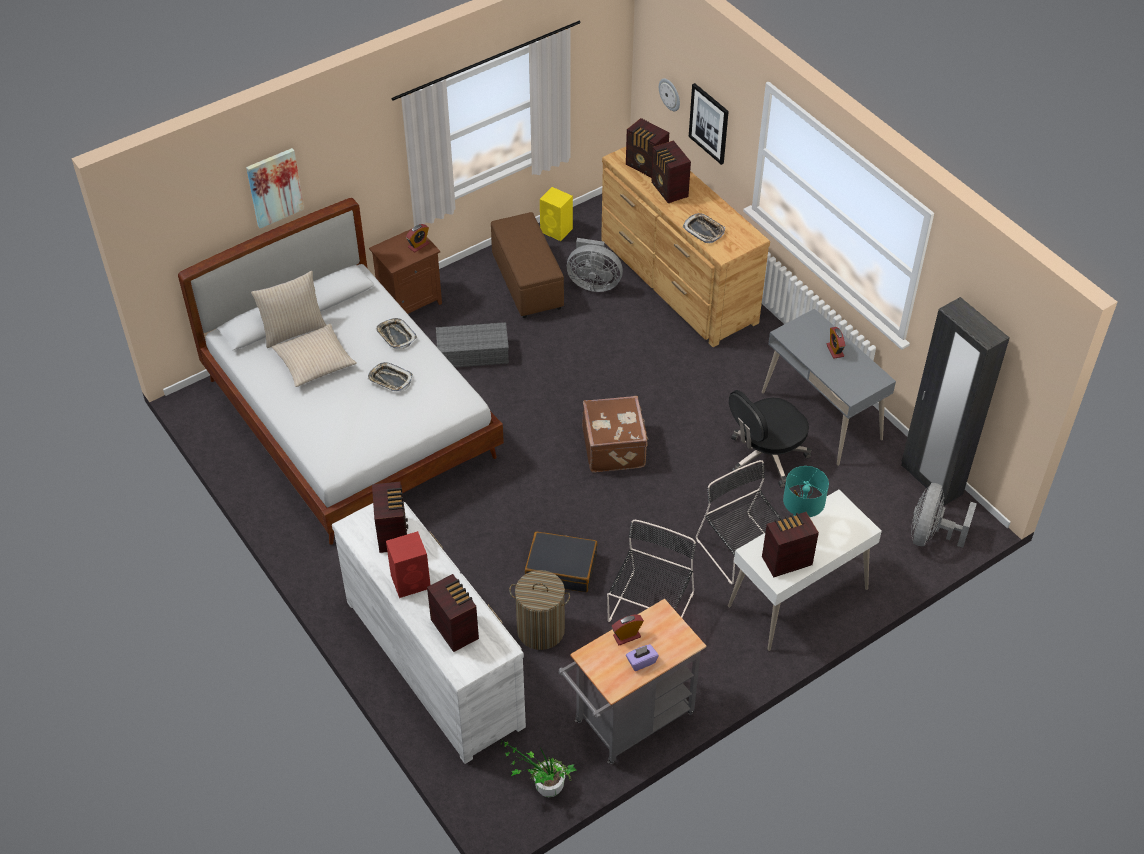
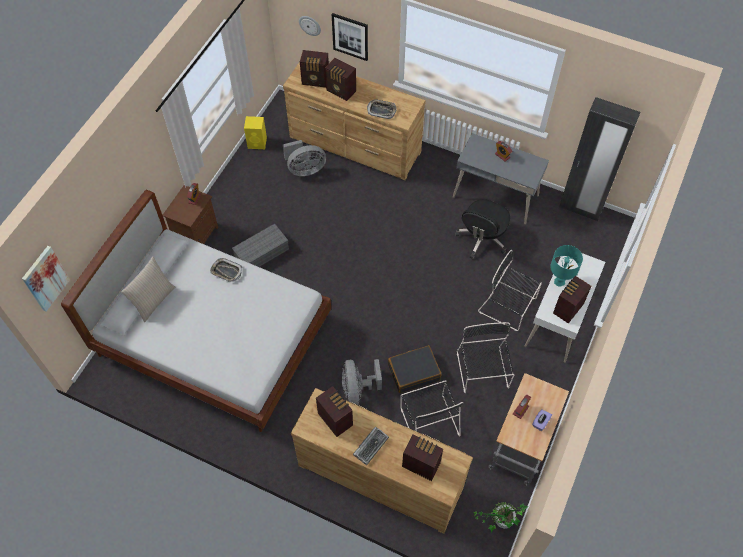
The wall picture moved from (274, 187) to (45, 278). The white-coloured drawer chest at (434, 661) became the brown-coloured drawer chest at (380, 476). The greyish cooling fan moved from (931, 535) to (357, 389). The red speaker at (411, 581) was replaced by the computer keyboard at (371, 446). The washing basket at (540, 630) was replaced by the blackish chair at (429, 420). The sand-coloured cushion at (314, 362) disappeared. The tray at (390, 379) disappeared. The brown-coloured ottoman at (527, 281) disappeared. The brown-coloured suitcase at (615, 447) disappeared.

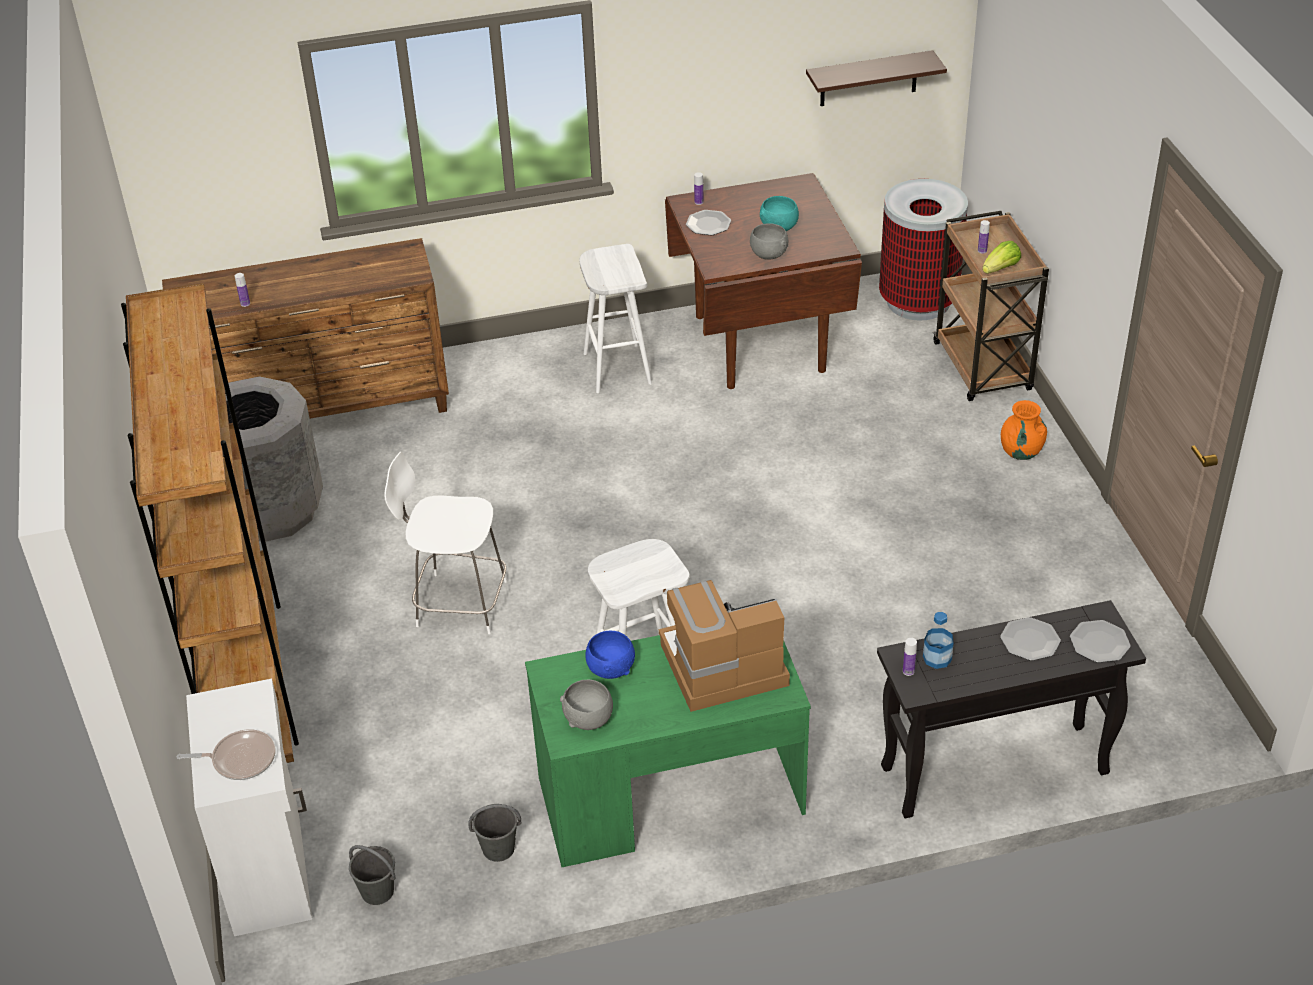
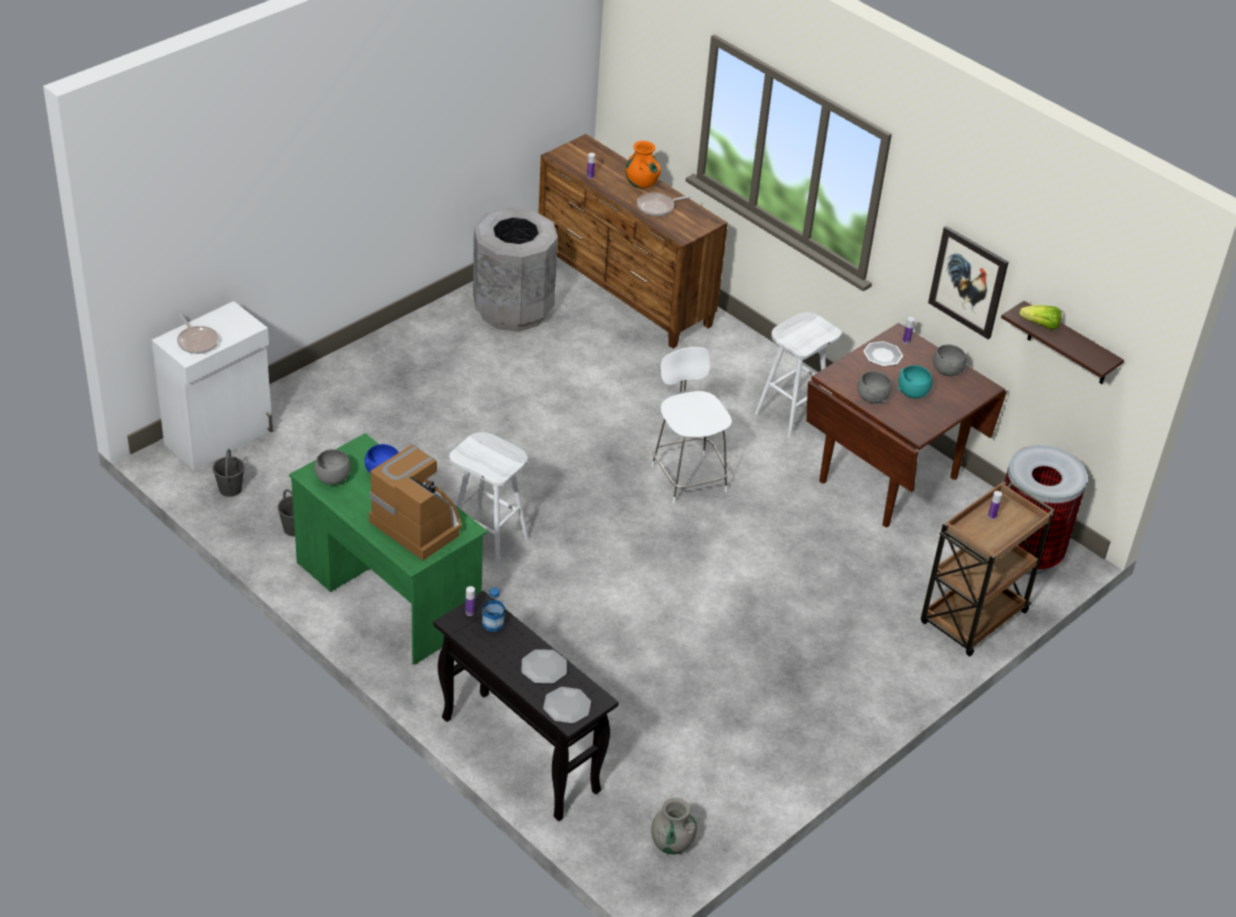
The orange-coloured flower vase moved from (1021, 452) to (641, 183). The pan at (658, 207) appeared. The white-coloured stool moved from (458, 603) to (687, 476). The greyish flower vase at (671, 843) appeared. The wall picture at (968, 282) appeared. The greyish serving bowl at (947, 371) appeared. The lettuce head moved from (1001, 269) to (1040, 325). The brown-coloured bookshelf at (248, 680) disappeared.

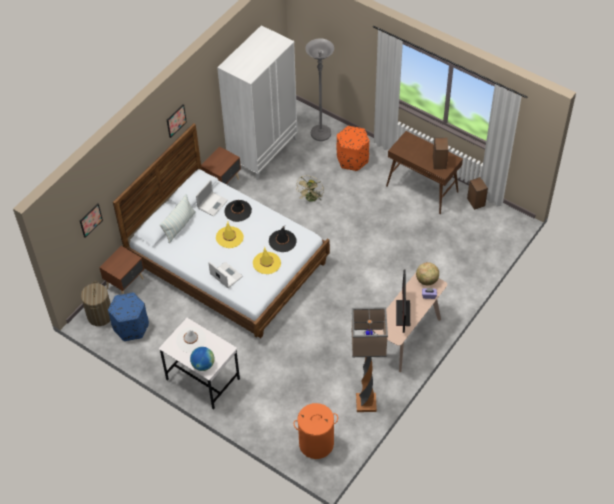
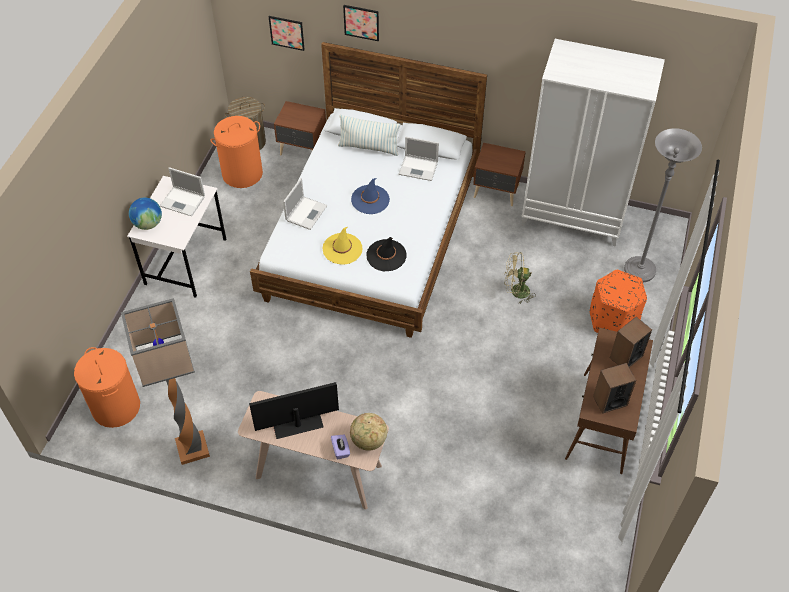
The white-coloured hat at (191, 340) was replaced by the laptop at (183, 201). The blue-coloured ottoman at (131, 327) was replaced by the orange-coloured washing basket at (242, 173). The wall picture moved from (176, 120) to (361, 22). The yellow hat at (229, 237) became the blue-coloured hat at (370, 199). The speaker moved from (476, 202) to (626, 357). The blackish hat at (238, 211) disappeared.

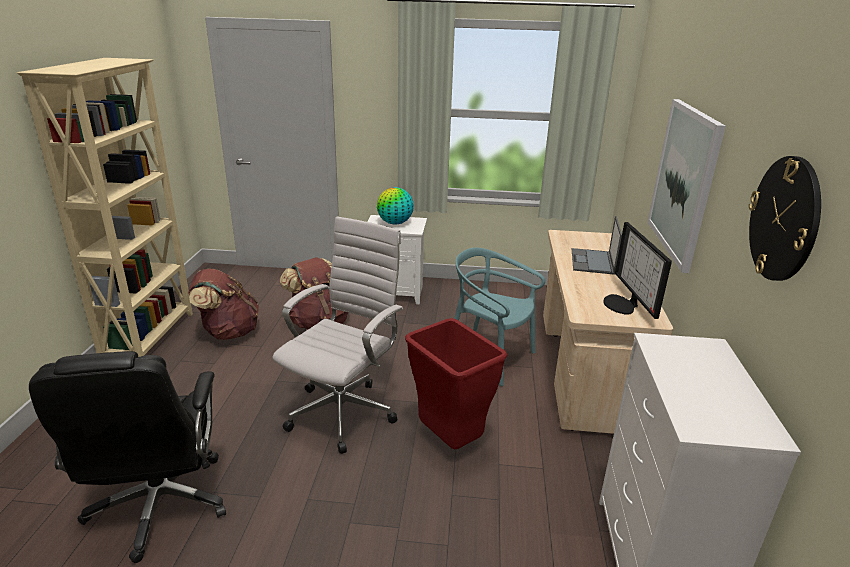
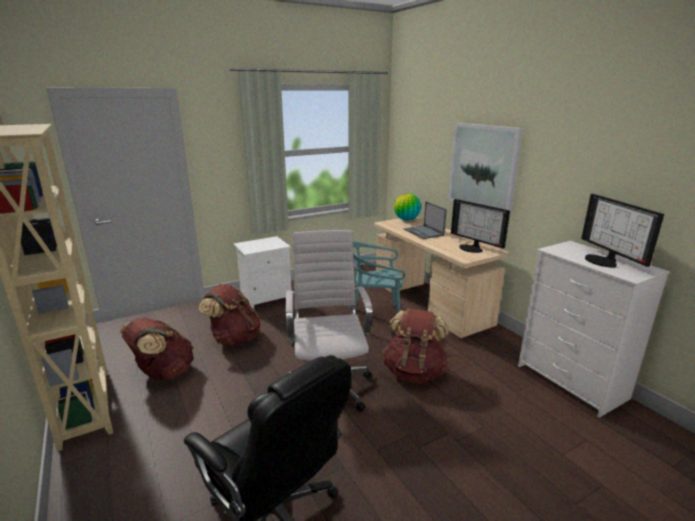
The red trash can at (451, 441) was replaced by the brown-coloured backpack at (414, 372). The world globe moved from (395, 223) to (406, 220). The computer screen at (604, 261) appeared. The hanging clock at (784, 219) disappeared.

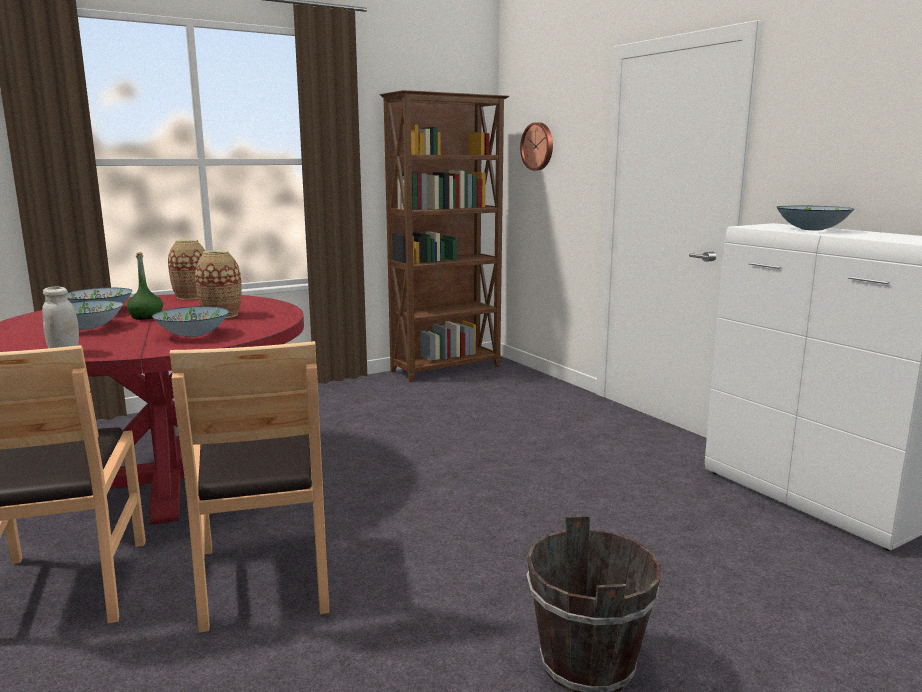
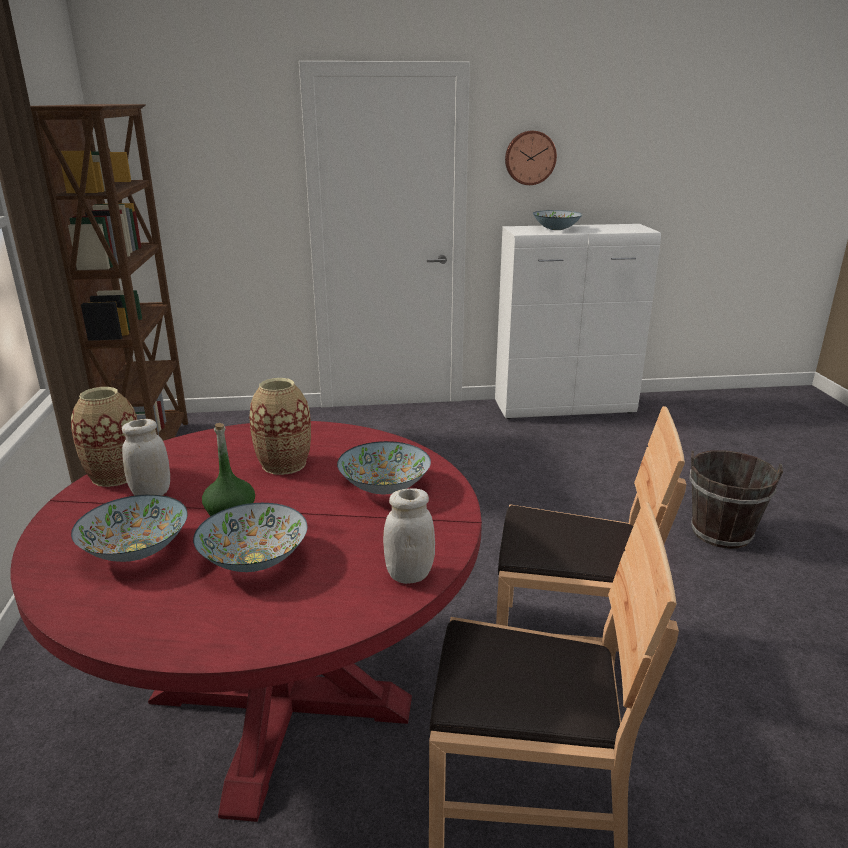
The white-coloured jar at (151, 493) appeared. The hanging clock moved from (538, 146) to (530, 158).

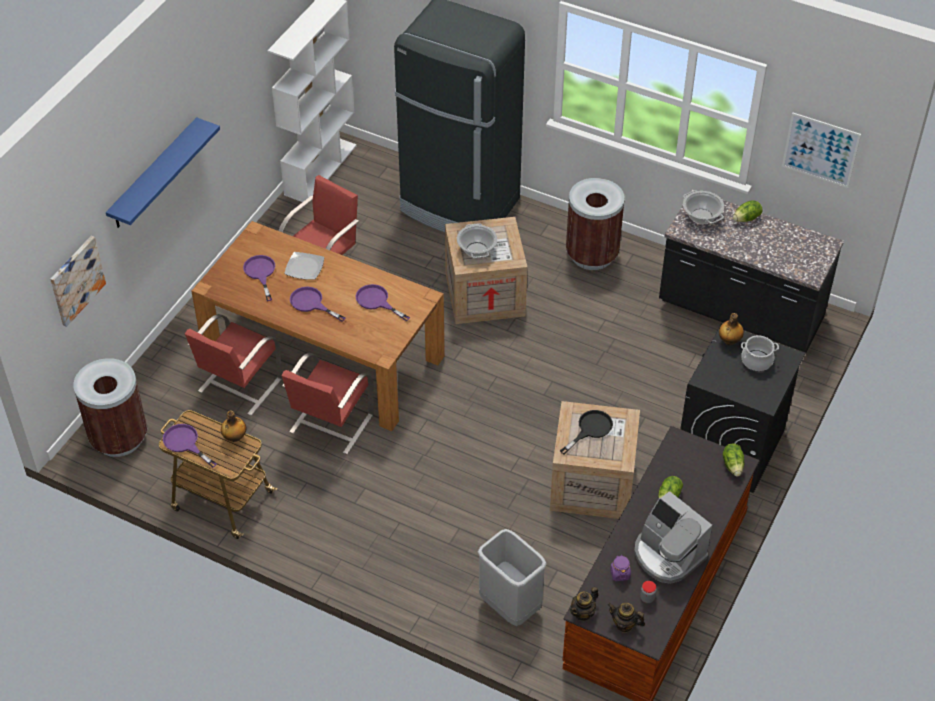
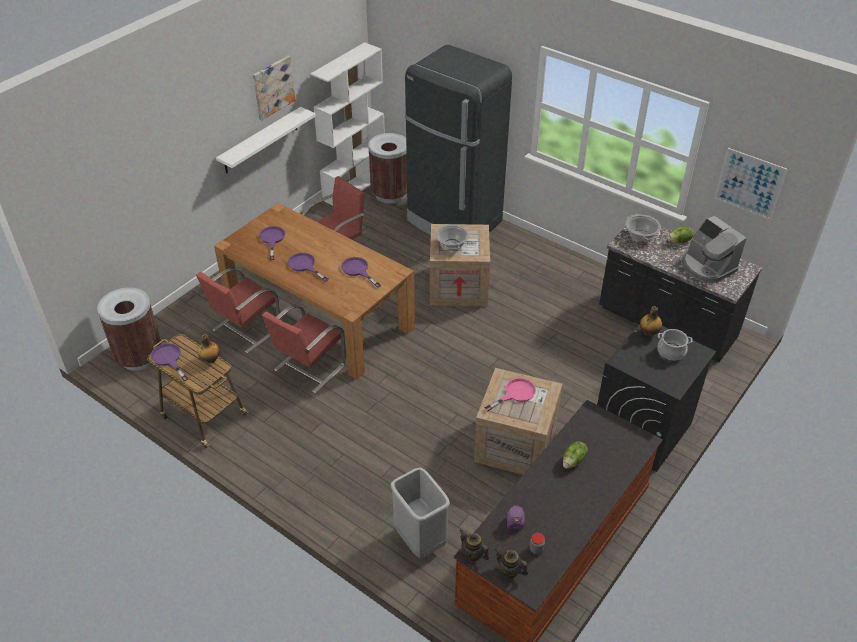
The white-coloured bracket shelf at (261, 141) appeared. The wall picture moved from (76, 280) to (273, 87). The brown-coloured trash can moved from (592, 255) to (390, 194). The teapot at (583, 613) turned 75 degrees clockwise. The blackish pan at (590, 429) became the pinkish pan at (515, 394). The coffee brewer moved from (667, 555) to (707, 266). The blue-coloured bracket shelf at (154, 174) disappeared. The plate at (305, 267) disappeared. The lettuce head at (733, 465) disappeared.

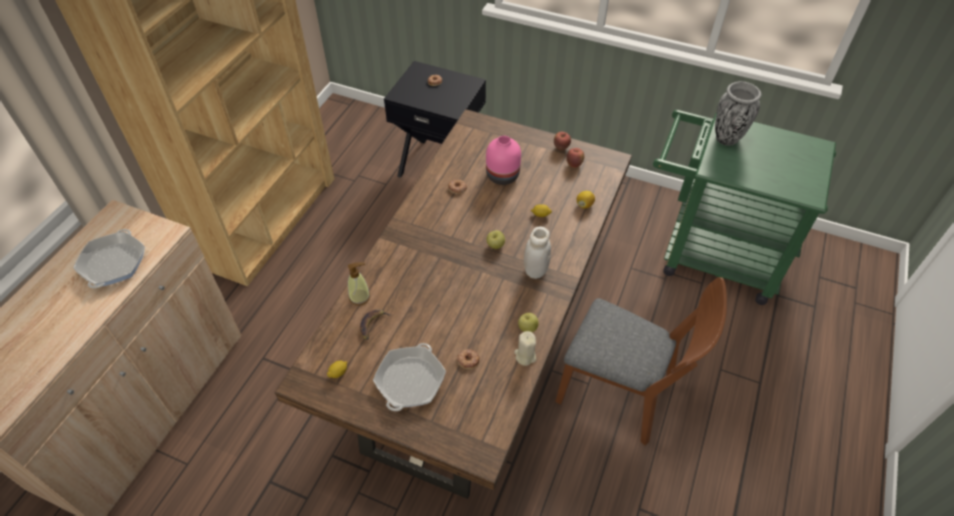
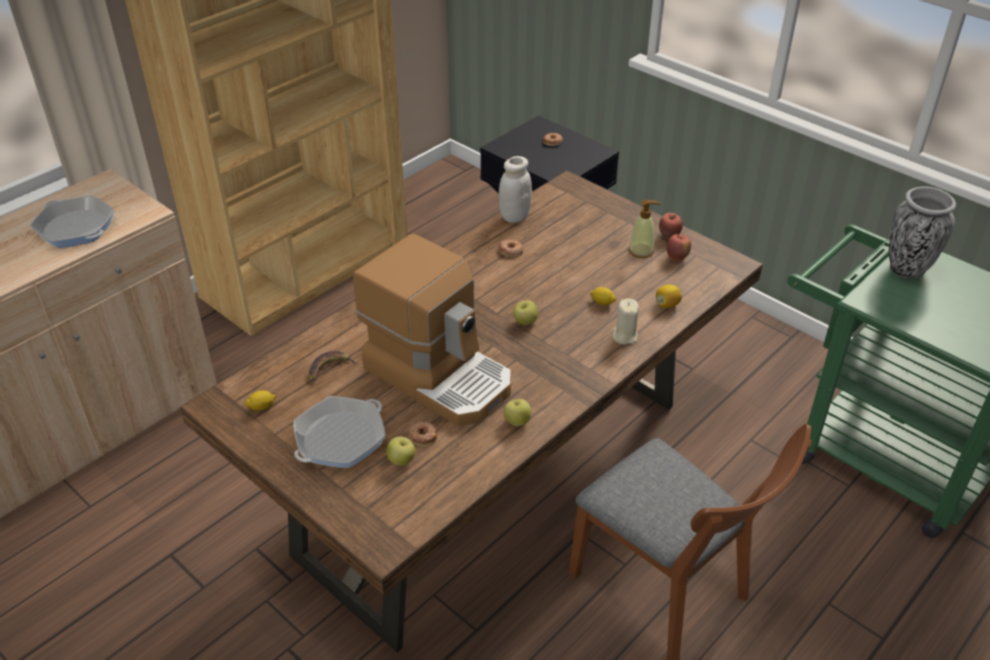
The pan at (113, 263) turned 75 degrees counterclockwise. The coffee brewer at (440, 375) appeared. The whole apple at (401, 460) appeared. The white-coloured jar moved from (535, 270) to (514, 216). The sand-coloured candle moved from (525, 356) to (624, 336). The soap dispenser moved from (360, 297) to (641, 251). The pinkish flower vase at (503, 175) disappeared.

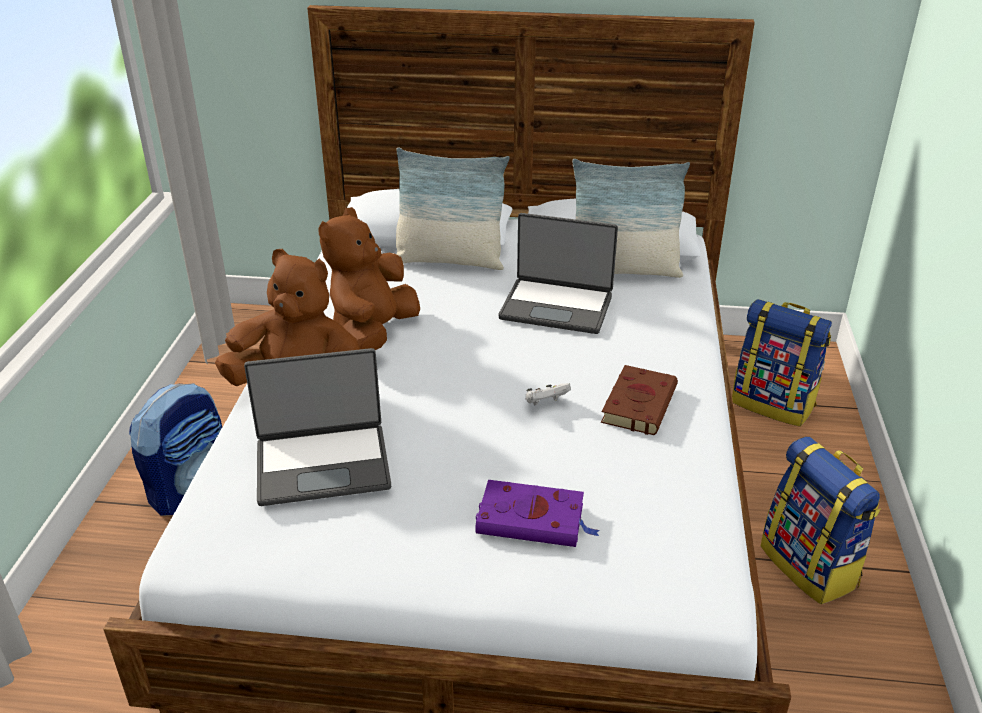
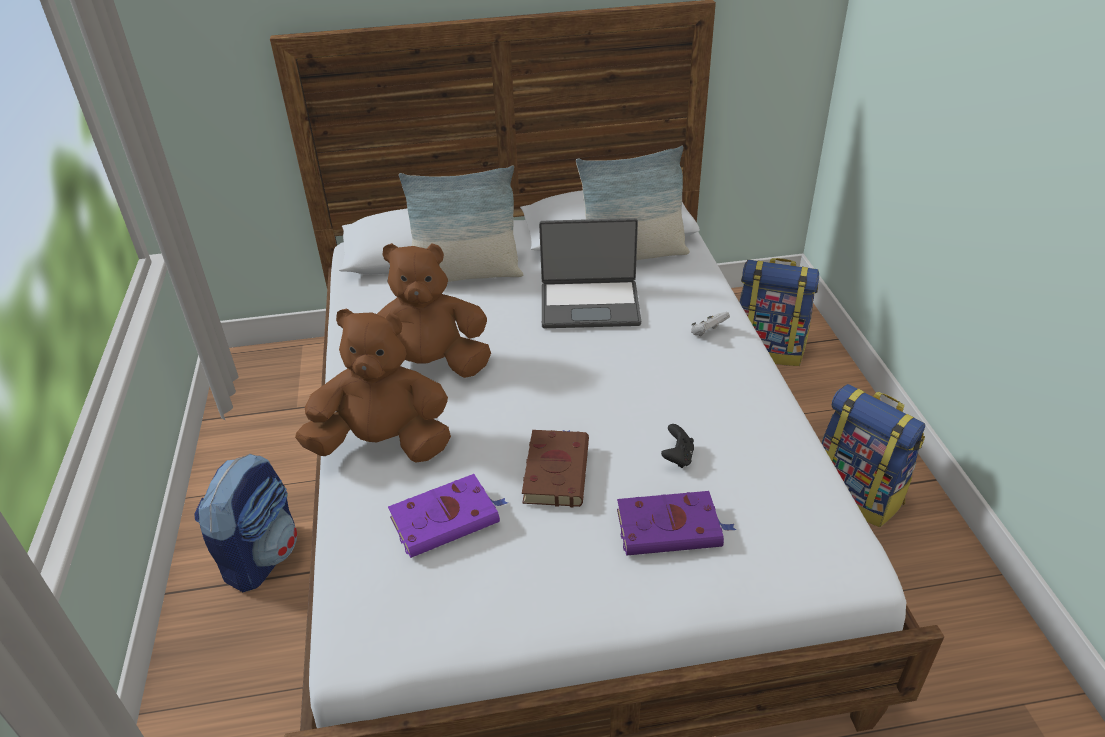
The brown-coloured plush toy at (373, 334) turned 75 degrees clockwise. The laptop at (323, 464) was replaced by the purple-coloured book at (447, 519). The brown-coloured book moved from (639, 403) to (556, 470). The blackish joypad at (677, 457) appeared. The white-coloured joypad moved from (545, 403) to (708, 332).

